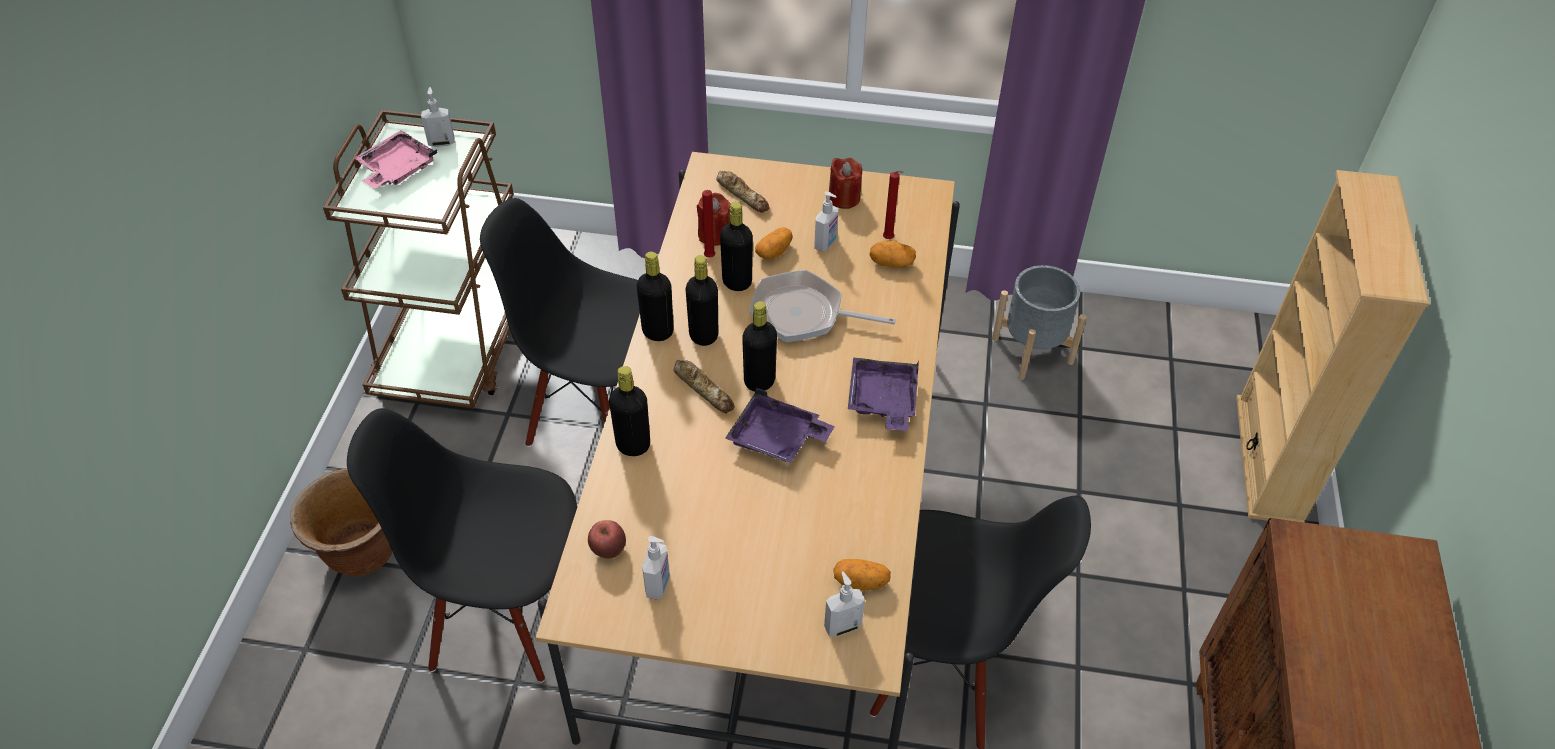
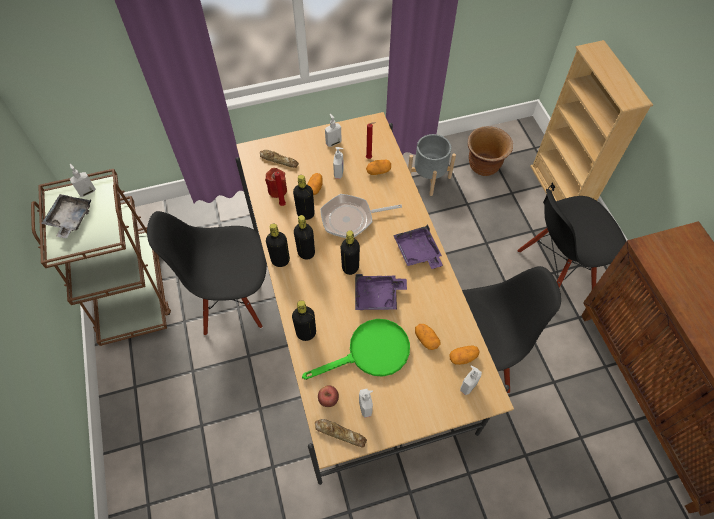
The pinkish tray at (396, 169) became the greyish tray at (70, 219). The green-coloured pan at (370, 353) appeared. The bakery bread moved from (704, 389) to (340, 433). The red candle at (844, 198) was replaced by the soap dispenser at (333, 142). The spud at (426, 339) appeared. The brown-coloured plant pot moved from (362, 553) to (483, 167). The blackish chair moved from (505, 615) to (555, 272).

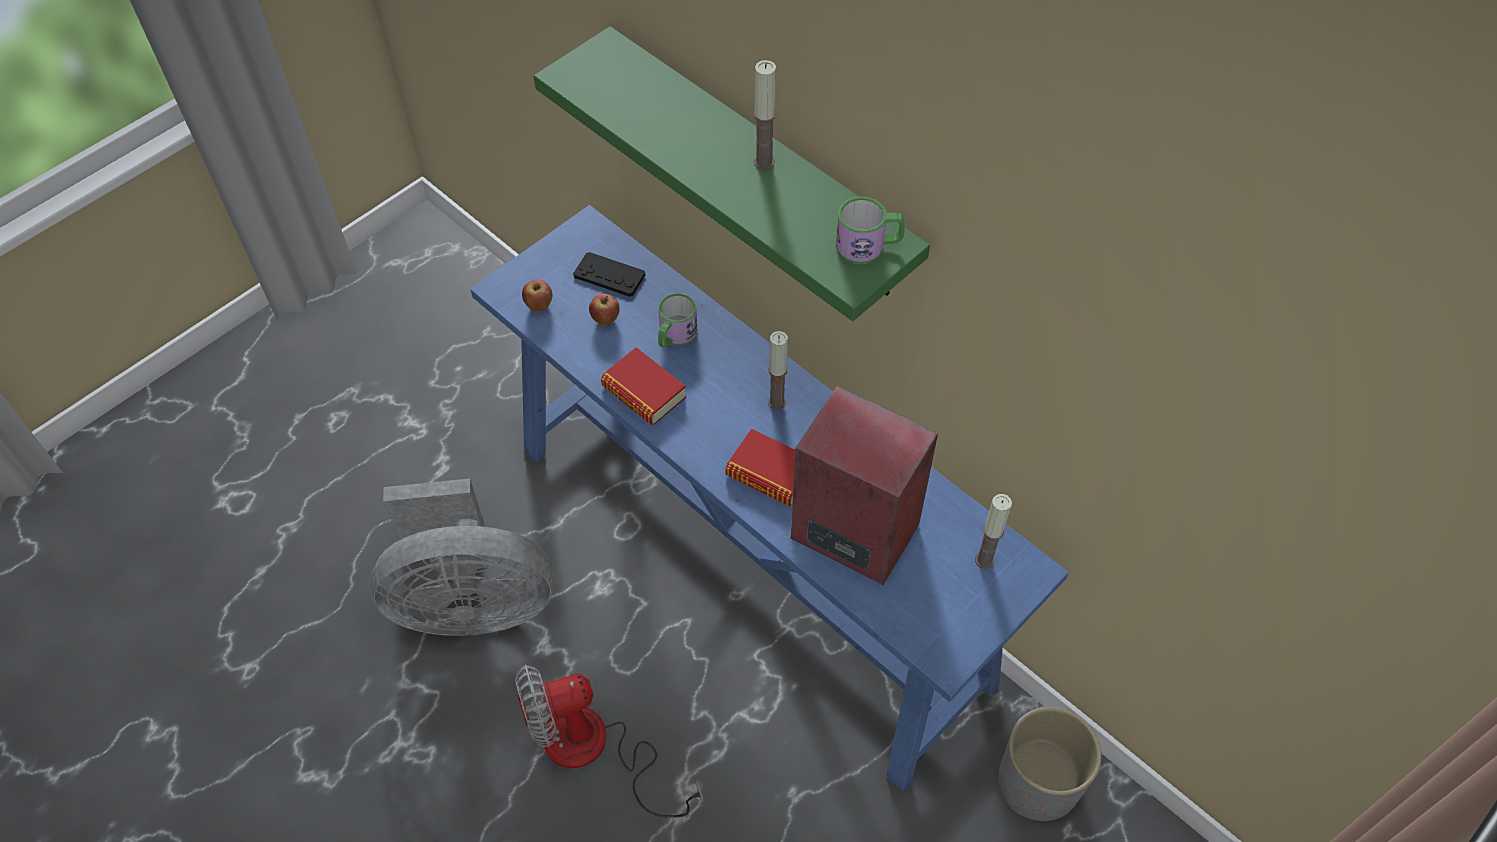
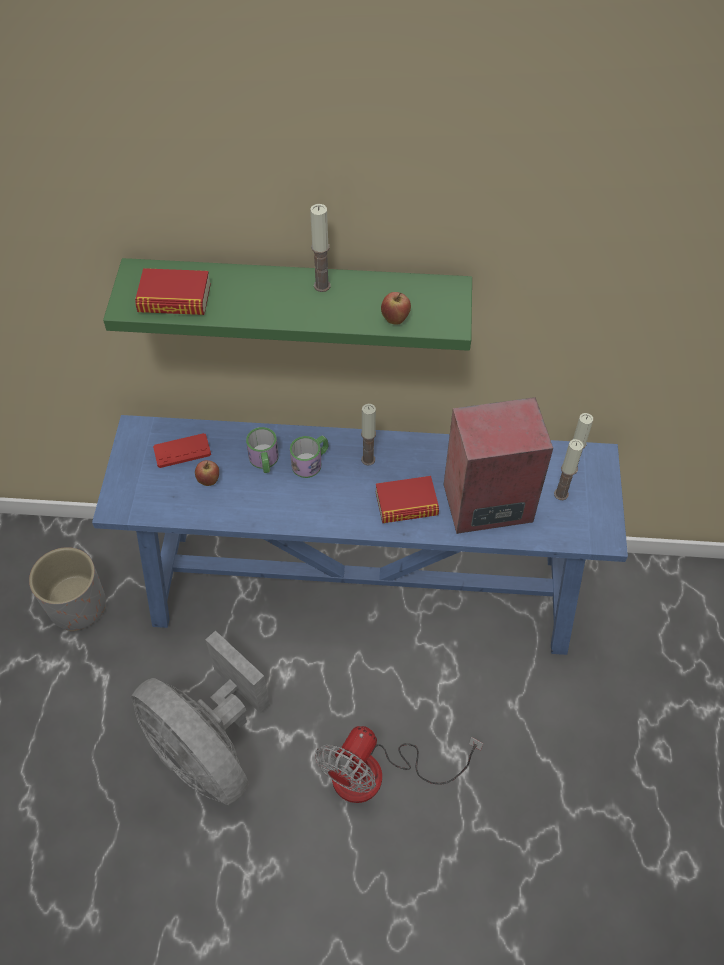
The greyish plant pot moved from (1038, 782) to (77, 606). The greyish cooling fan at (471, 603) turned 90 degrees clockwise. The book moved from (644, 392) to (174, 299). The blackish joypad at (609, 275) became the red joypad at (182, 451). The mug moved from (868, 246) to (311, 462). The whole apple moved from (539, 306) to (395, 319). The candle at (561, 494) appeared.

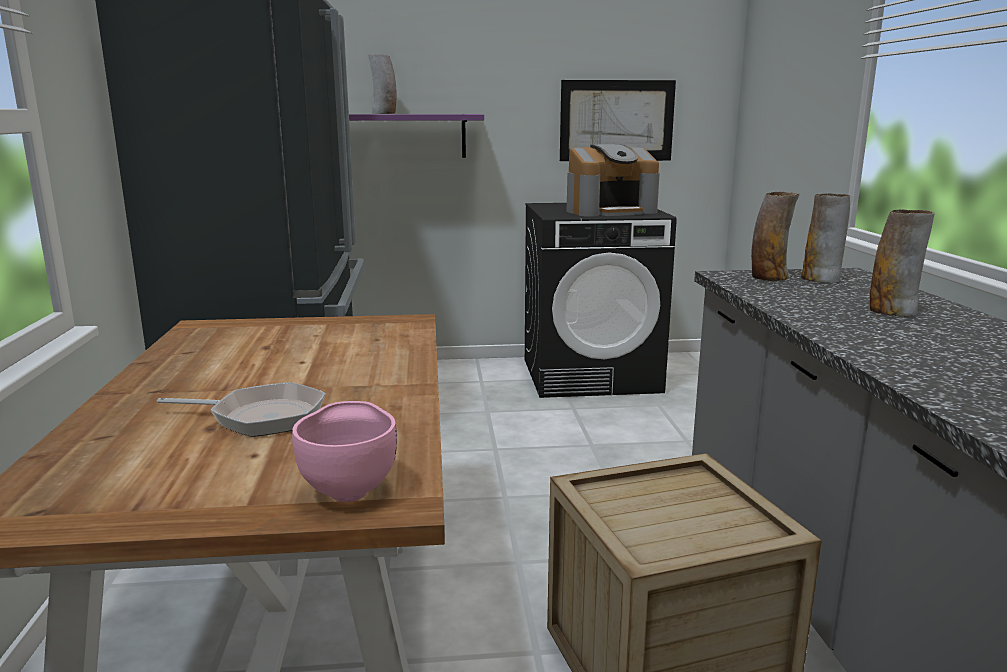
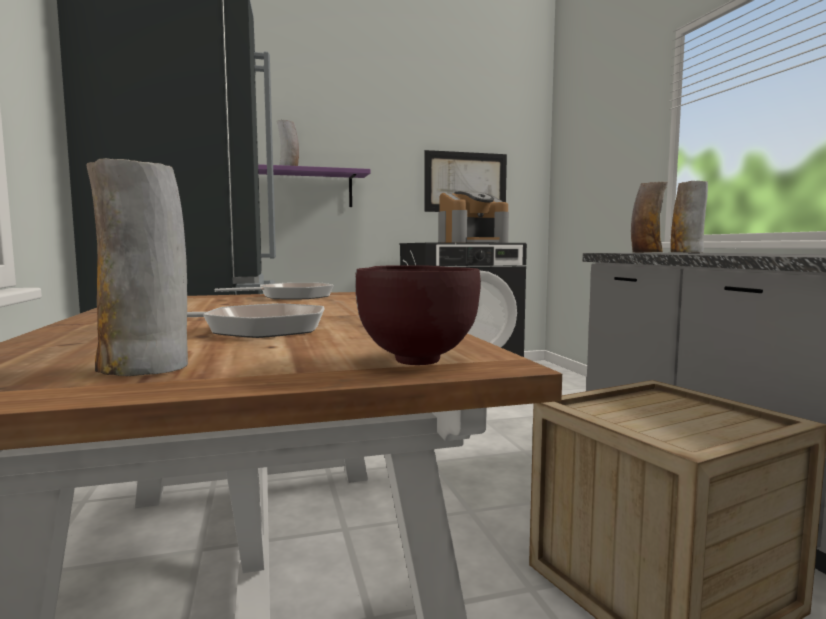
The flower vase moved from (892, 311) to (146, 368). The pan at (290, 296) appeared. The pinkish serving bowl at (349, 491) became the brown-coloured serving bowl at (415, 359).

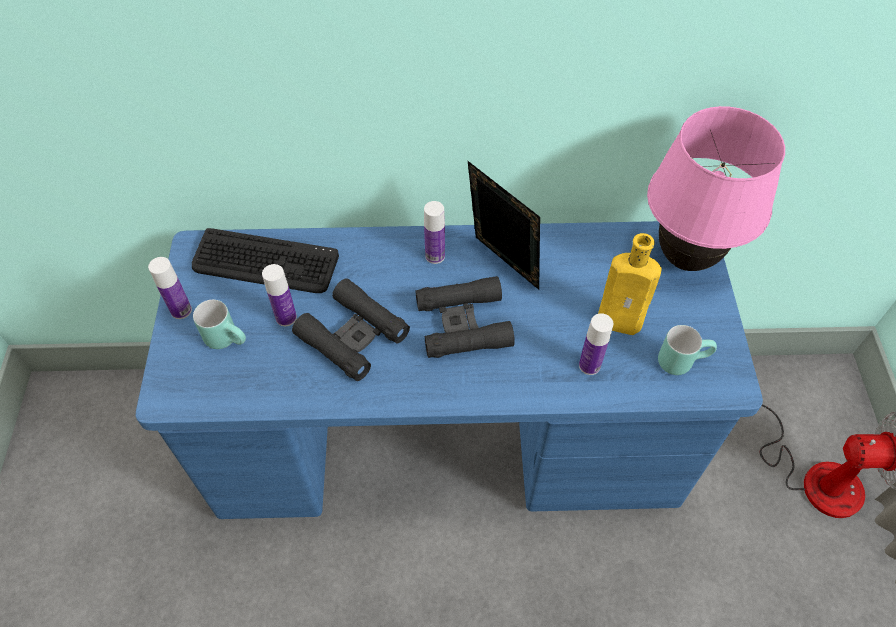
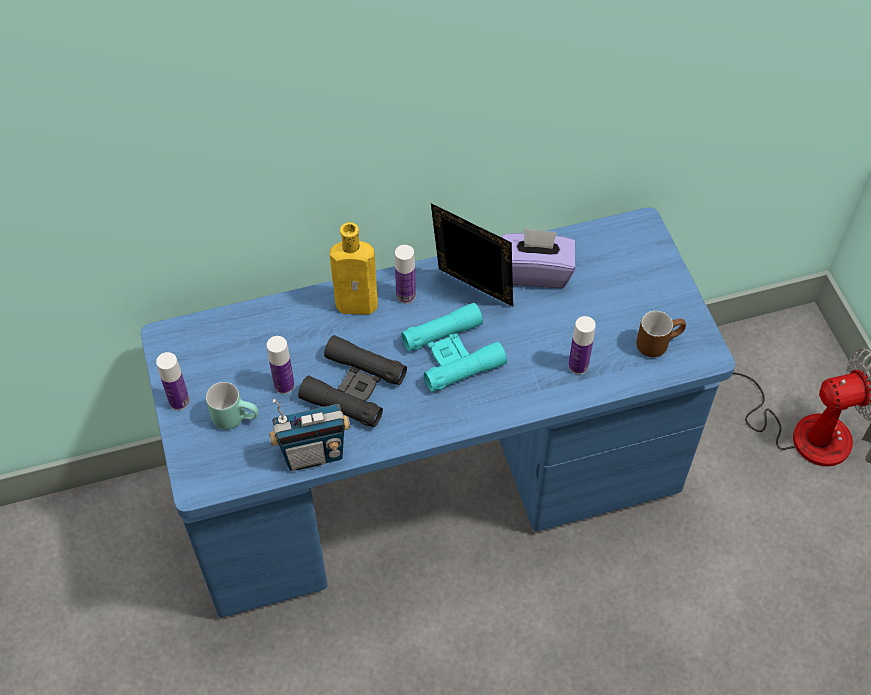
The radio at (313, 454) appeared. The yellow drink bottle moved from (622, 322) to (360, 304). The blackish pair of binoculars at (463, 323) became the turquoise-coloured pair of binoculars at (453, 353). The purple-coloured tissue box at (535, 272) appeared. The turquoise-coloured mug at (681, 359) became the brown-coloured mug at (657, 342). The computer keyboard at (265, 263) disappeared. The pinkish lamp for a table at (685, 258) disappeared.

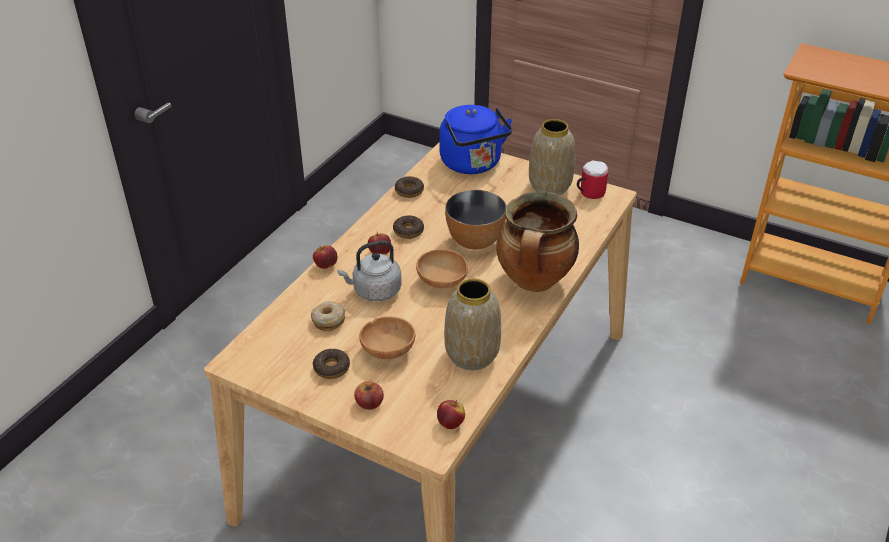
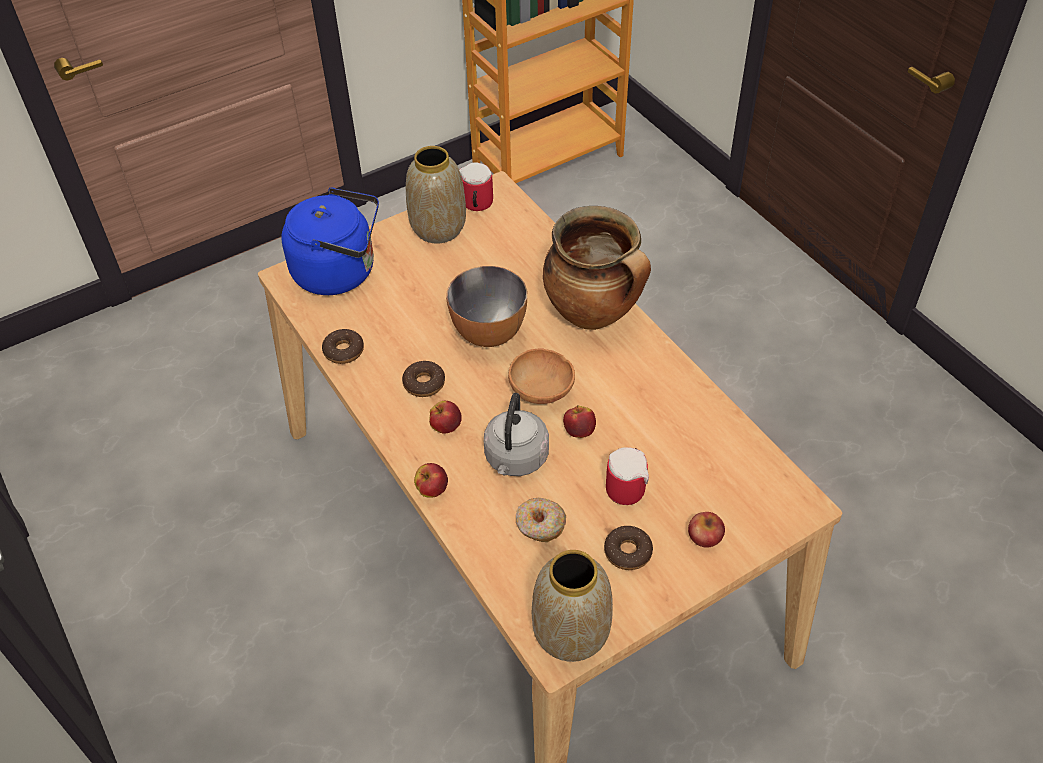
The flower vase moved from (472, 355) to (572, 634). The whole apple moved from (450, 423) to (579, 431). The brown-coloured serving bowl at (388, 350) was replaced by the mug at (628, 486).

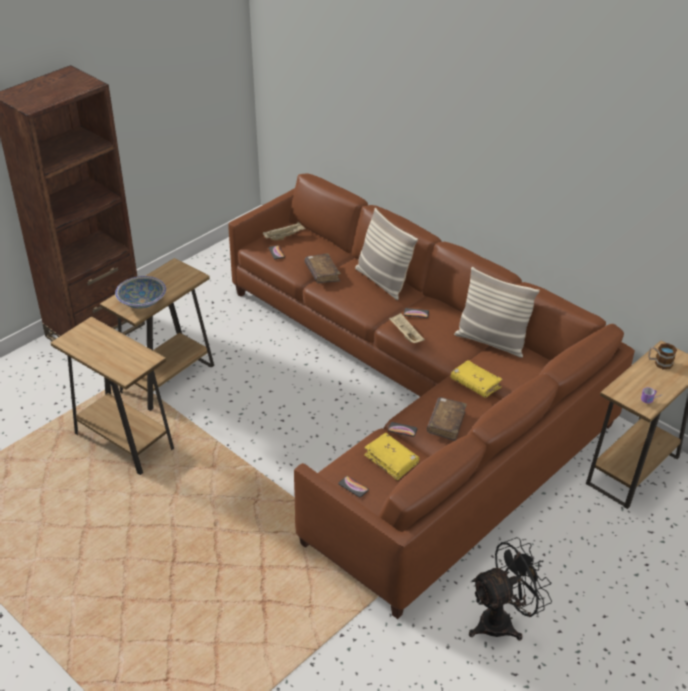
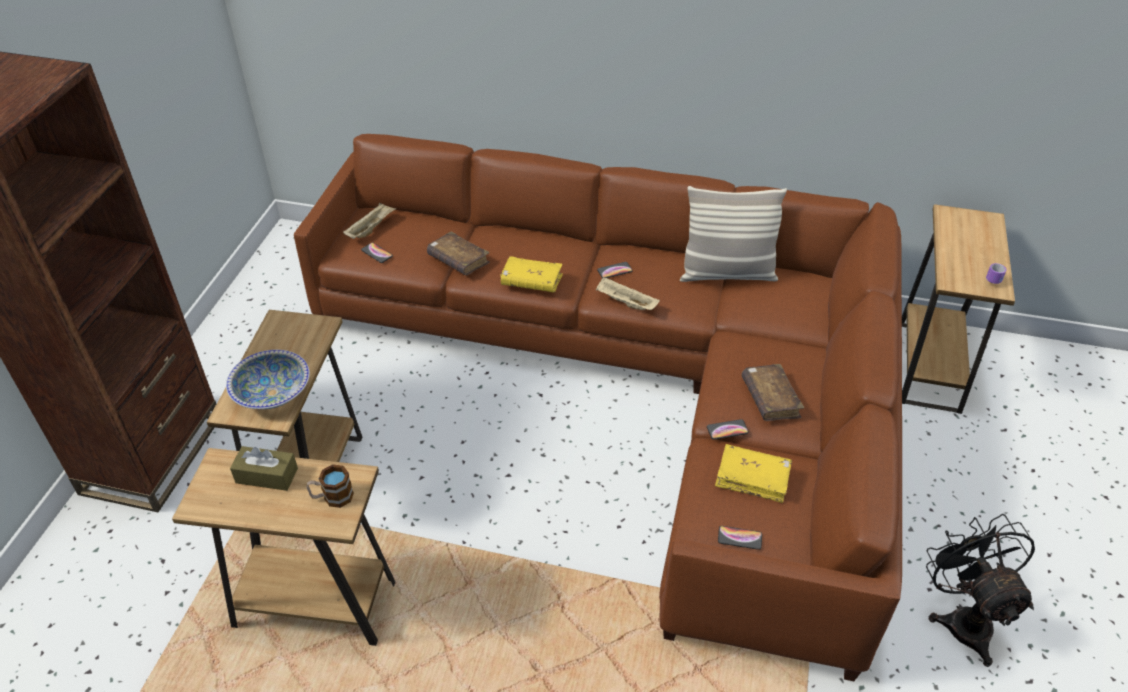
The brown-coloured tissue box at (267, 475) appeared. The mug moved from (659, 363) to (332, 497). The yellow book moved from (475, 384) to (531, 281). The blackish cooling fan at (503, 621) turned 45 degrees counterclockwise. The cushion at (383, 281) disappeared.

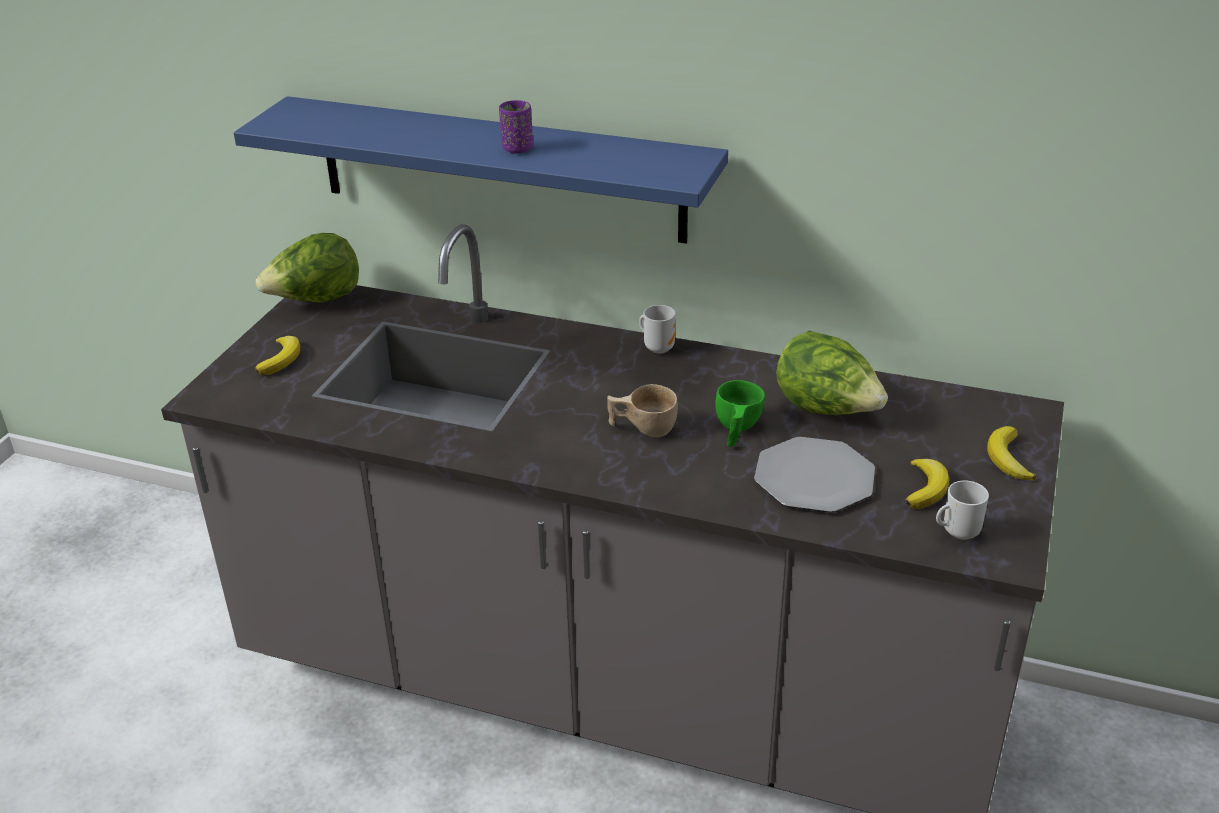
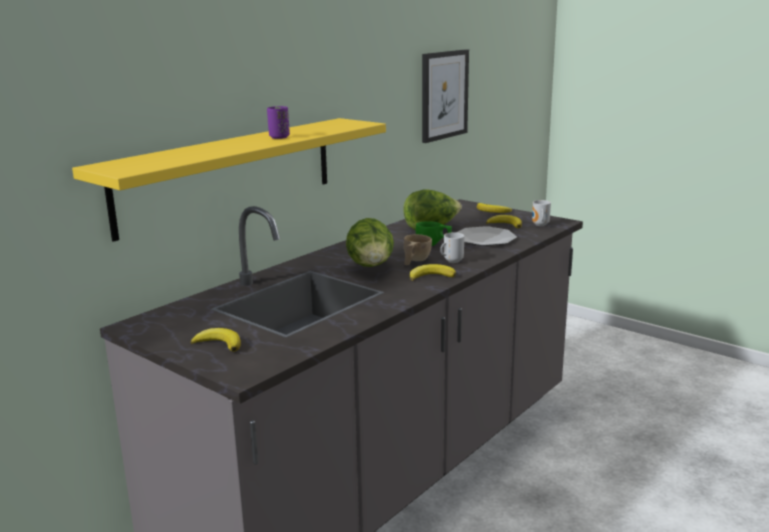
The blue-coloured bracket shelf at (499, 169) became the yellow bracket shelf at (229, 174). The lettuce head moved from (316, 301) to (371, 267). The whole banana at (431, 276) appeared. The wall picture at (444, 95) appeared. The mug moved from (658, 347) to (451, 261).

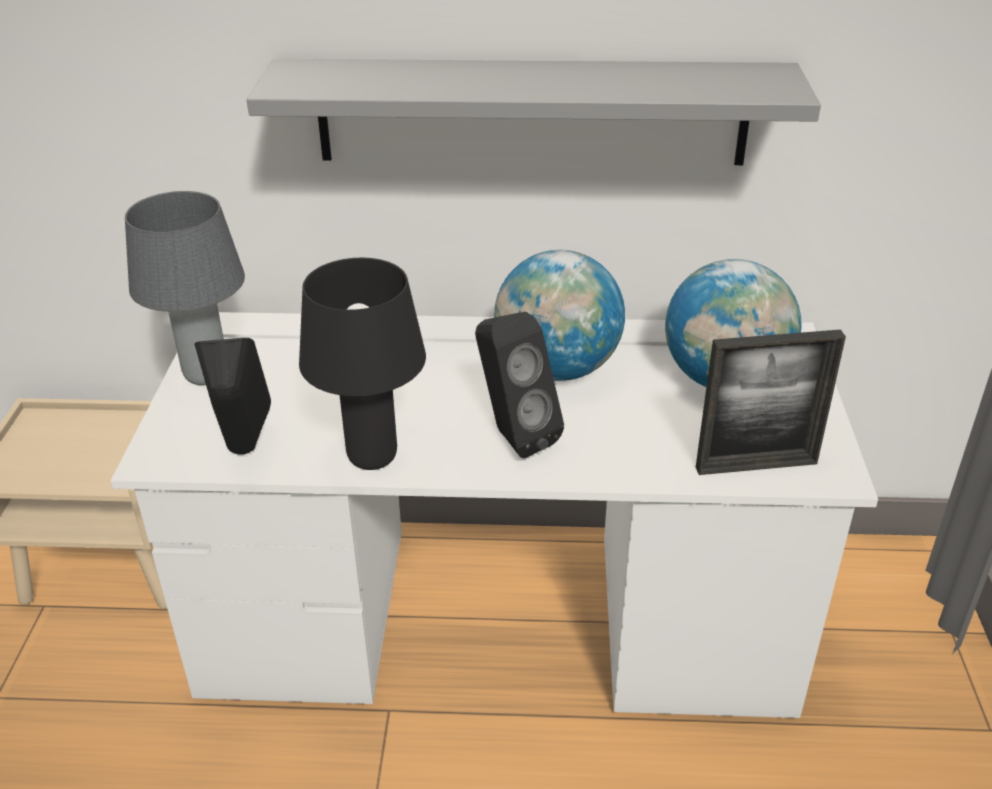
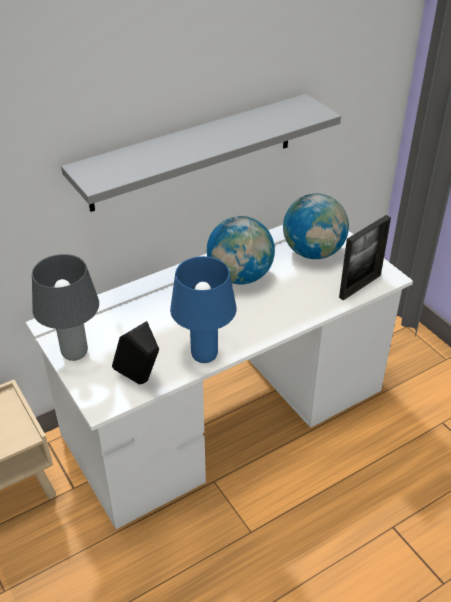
The blackish lamp for a table at (372, 459) became the blue-coloured lamp for a table at (205, 356). The blackish speaker at (513, 436) disappeared.

